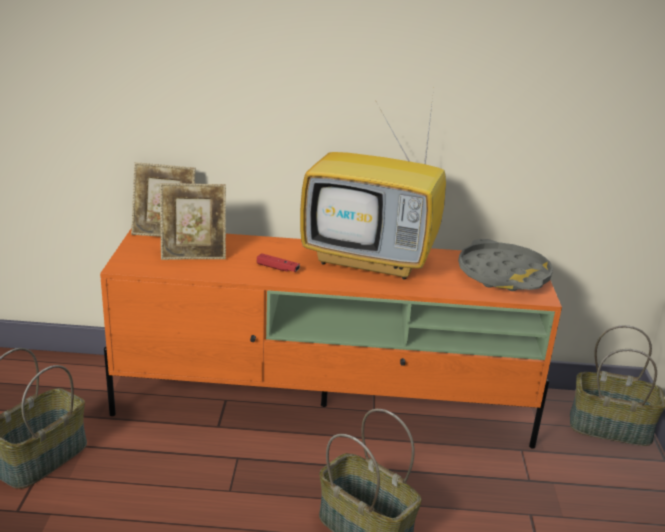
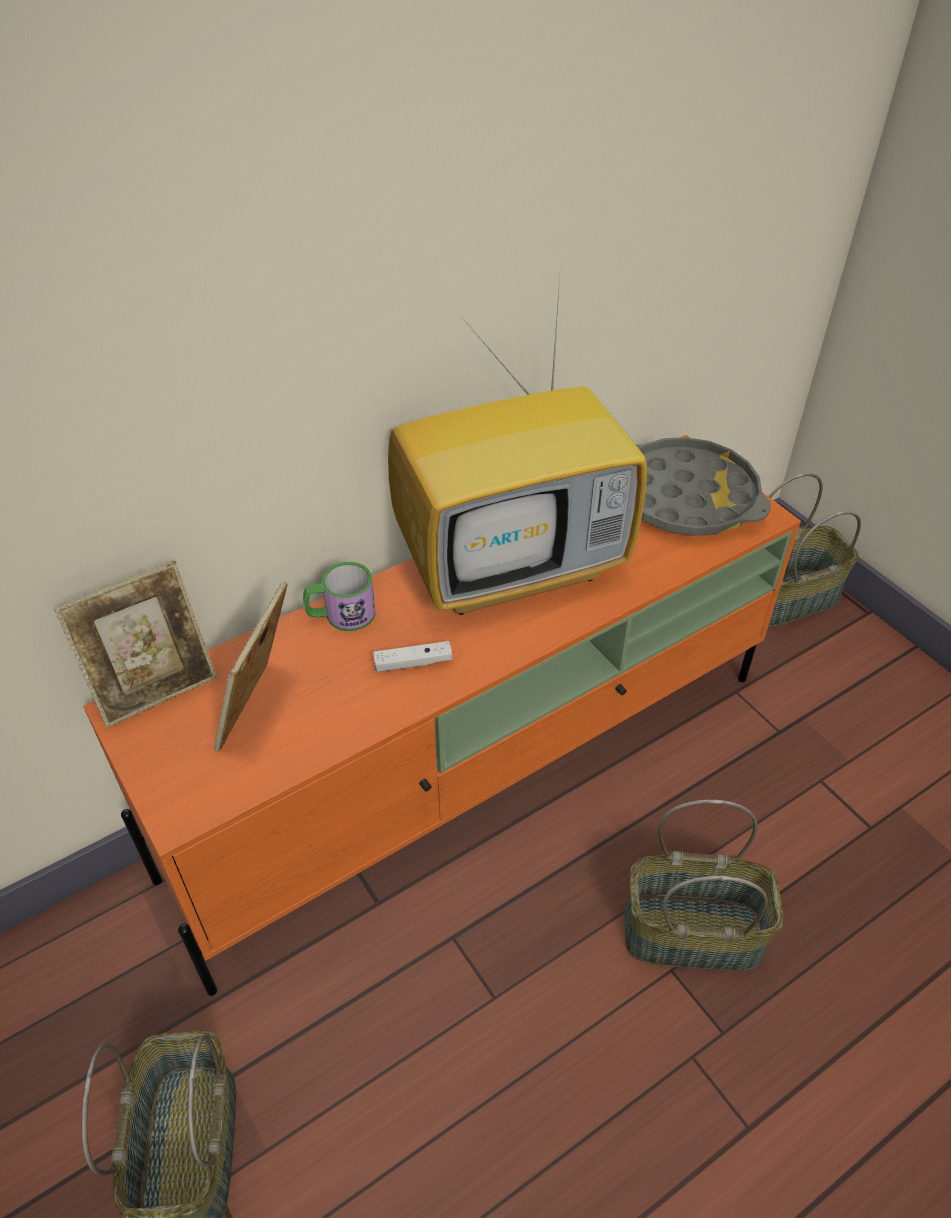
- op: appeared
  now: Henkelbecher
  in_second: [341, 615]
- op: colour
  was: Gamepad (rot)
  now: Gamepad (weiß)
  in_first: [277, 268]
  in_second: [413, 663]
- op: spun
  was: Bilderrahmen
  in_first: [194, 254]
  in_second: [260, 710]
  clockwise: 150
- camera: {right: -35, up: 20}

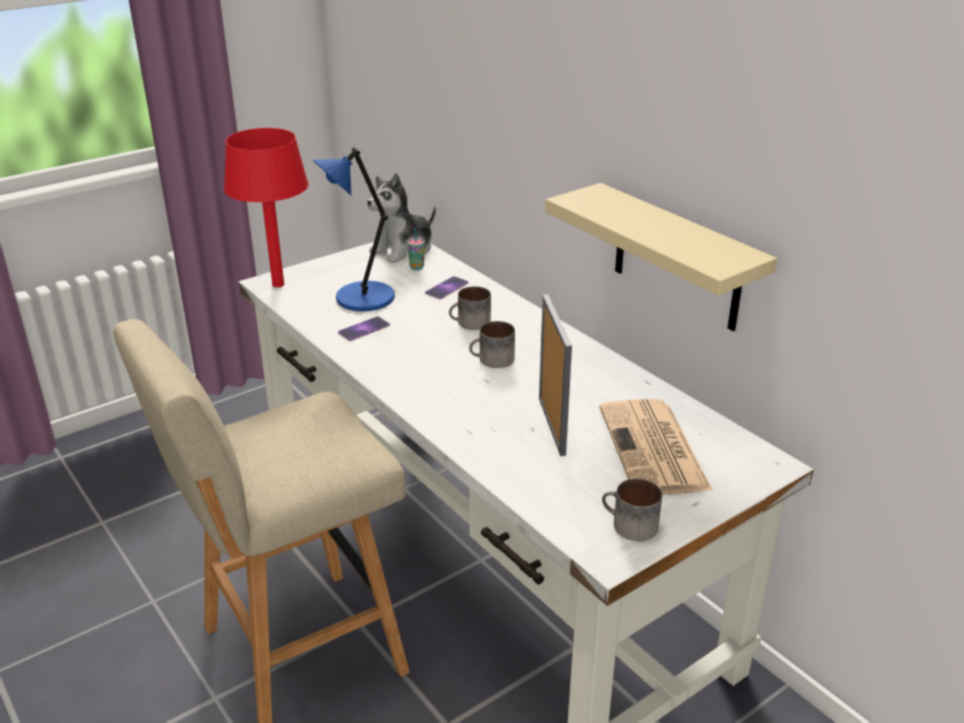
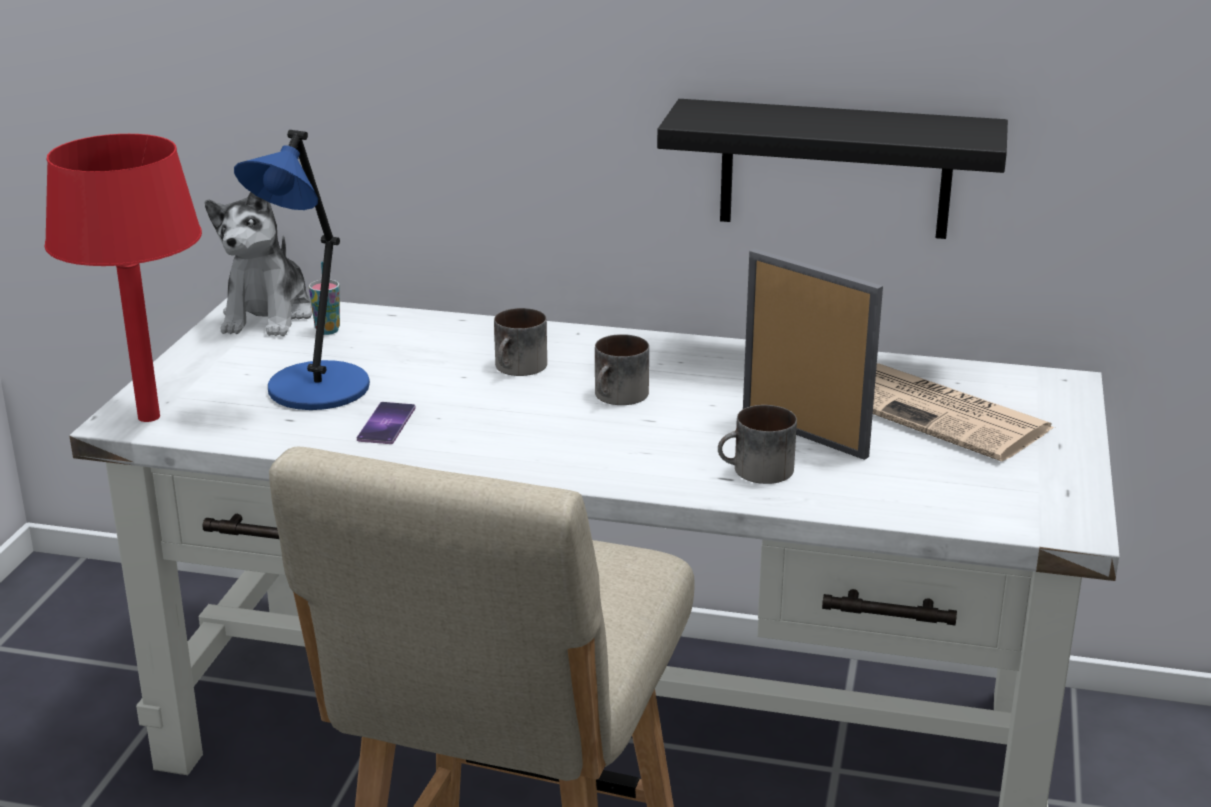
- op: missing
  was: Handy
  in_first: [447, 288]
- op: relocated
  was: Henkelbecher
  in_first: [628, 526]
  in_second: [756, 472]
- op: colour
  was: Wandregal (beige)
  now: Wandregal (schwarz)
  in_first: [677, 258]
  in_second: [835, 169]
- camera: {right: -40, up: -5}

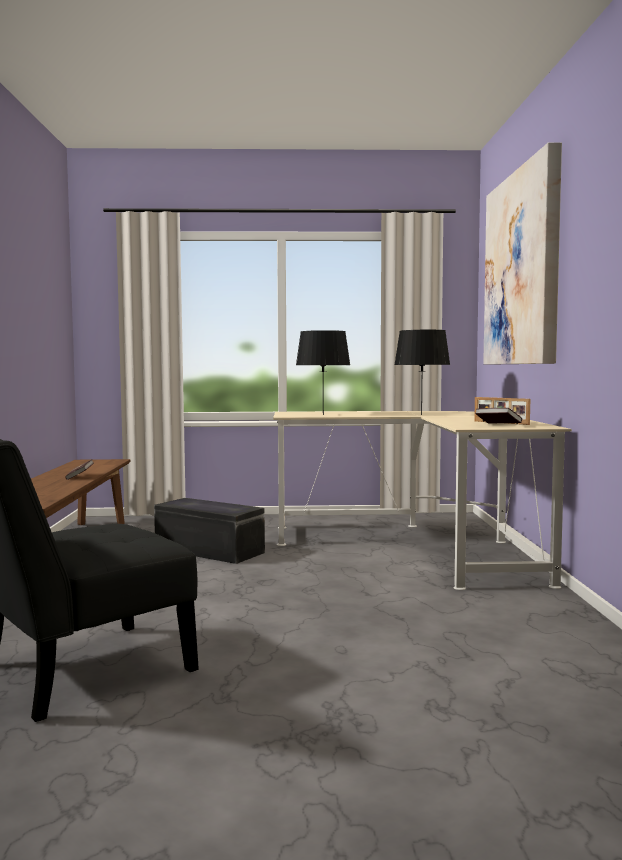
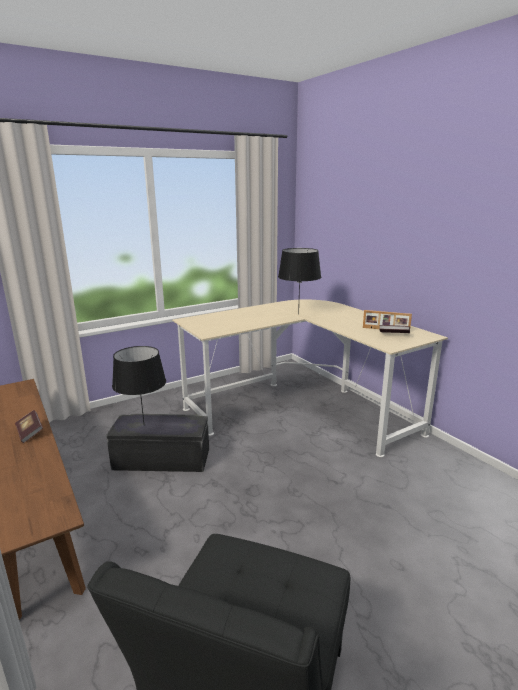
- op: missing
  was: Bild
  in_first: [523, 269]
- op: relocated
  was: Tischlampe (schwarz)
  in_first: [323, 414]
  in_second: [144, 425]
- camera: {right: -30, up: 15}

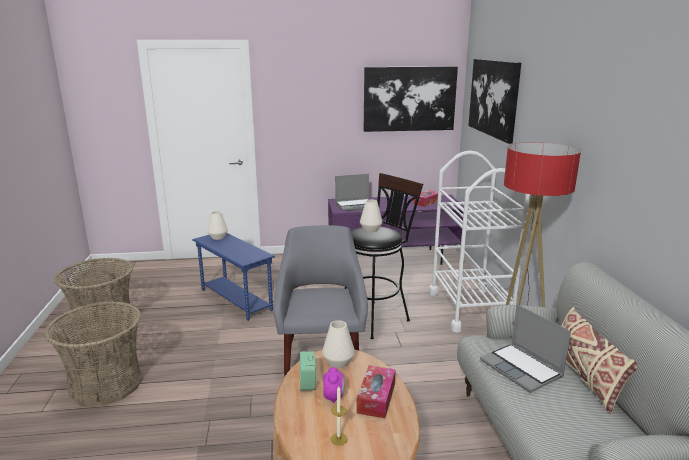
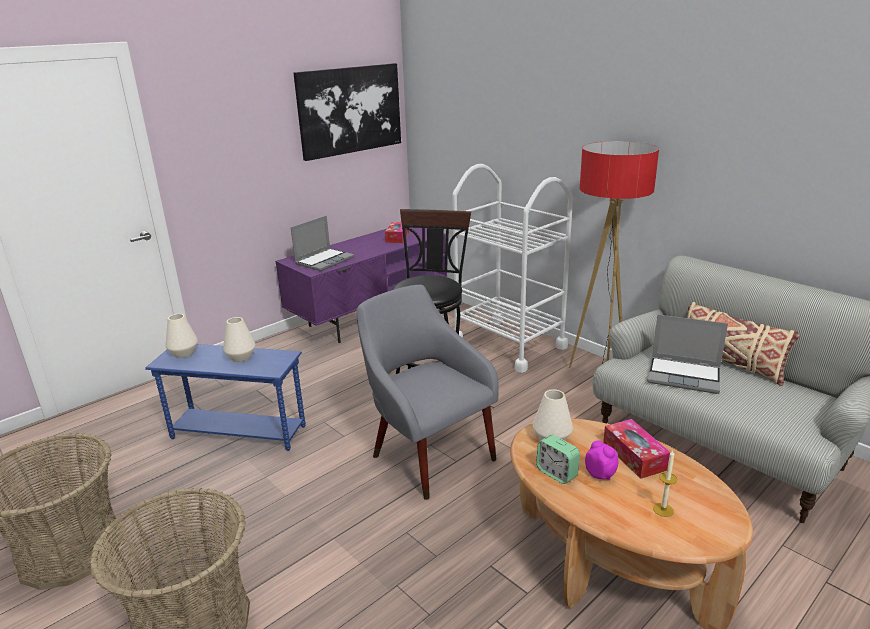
- op: missing
  was: Bild
  in_first: [493, 98]
- op: relocated
  was: Vase (weiß)
  in_first: [371, 229]
  in_second: [241, 357]
- camera: {right: -35, up: 5}

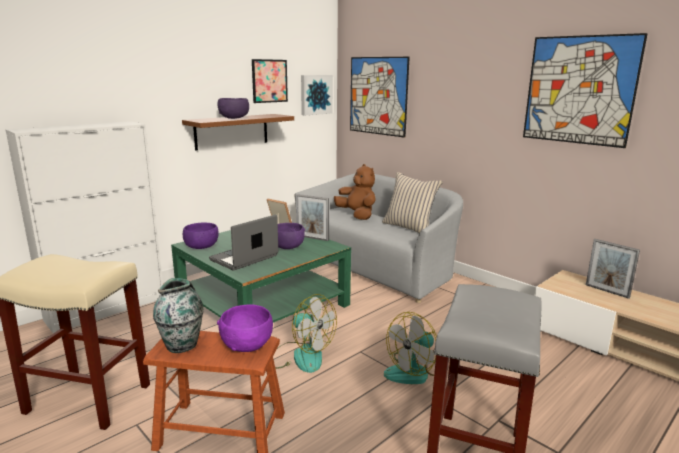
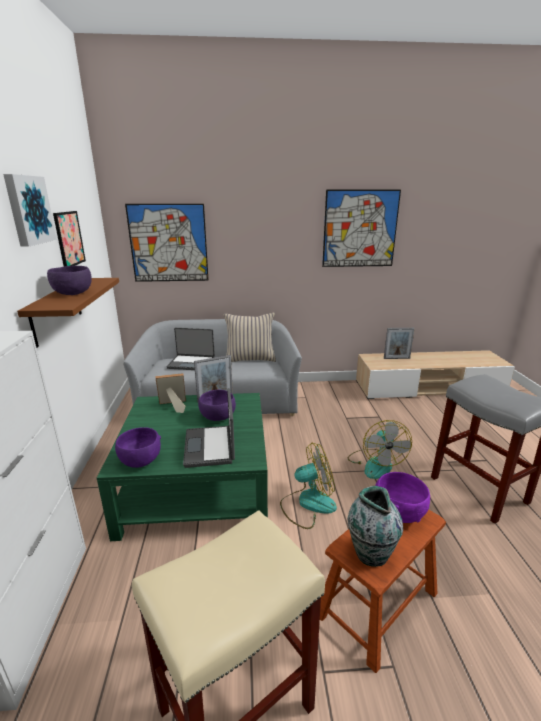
- op: relocated
  was: Bild
  in_first: [315, 94]
  in_second: [28, 210]
- op: exchanged
  was: Plüschtier (braun)
  now: Laptop
  in_first: [357, 215]
  in_second: [191, 363]
- camera: {right: -50, up: 5}

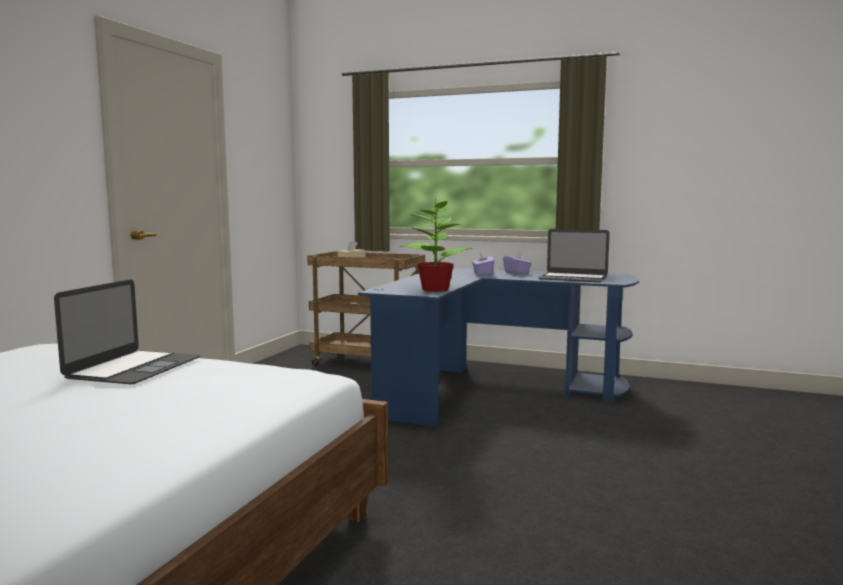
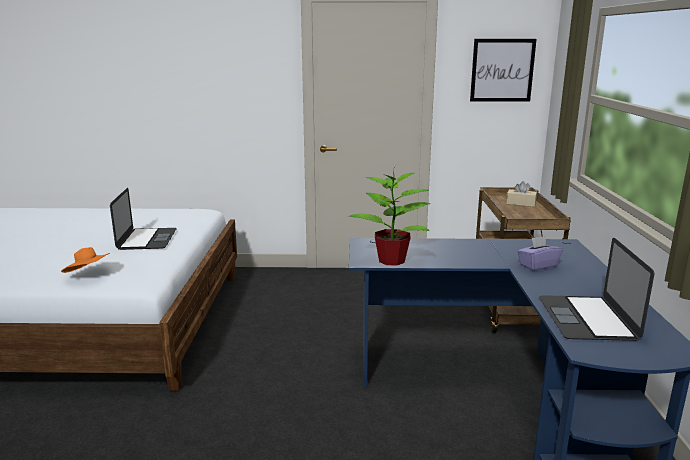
- op: missing
  was: Taschentuchbox (lila)
  in_first: [517, 273]
- op: appeared
  now: Hut (orange)
  in_second: [88, 274]
- op: appeared
  now: Bild
  in_second: [502, 70]
- op: spun
  was: Laptop
  in_first: [134, 367]
  in_second: [147, 239]
  clockwise: -90
- camera: {right: 70, up: 10}

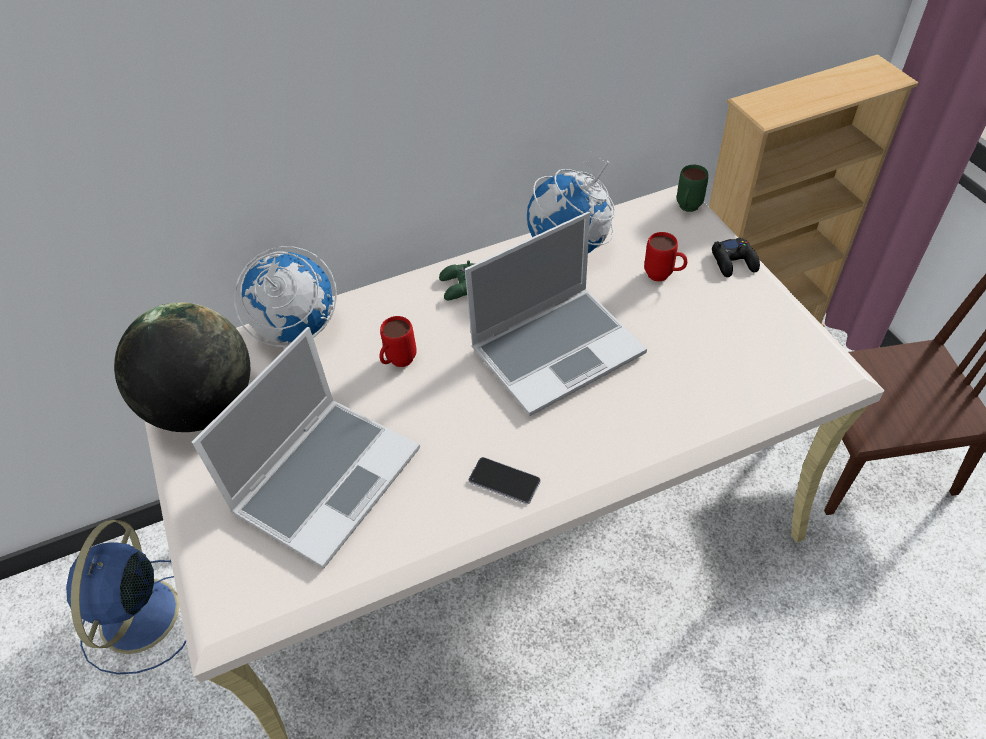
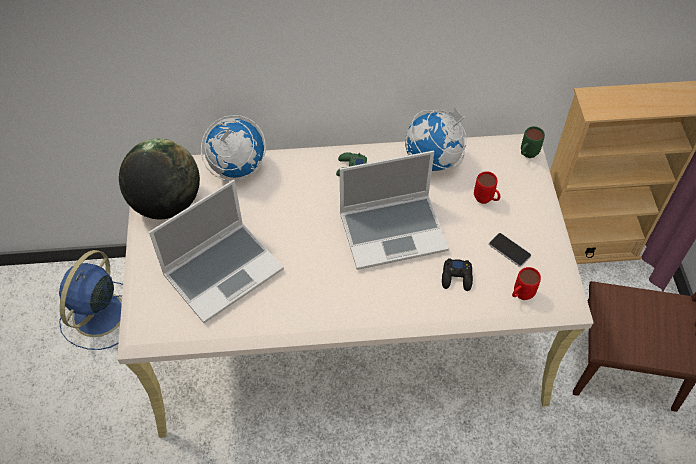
- op: relocated
  was: Henkelbecher (rot)
  in_first: [398, 363]
  in_second: [520, 296]
- op: relocated
  was: Handy
  in_first: [504, 481]
  in_second: [509, 250]
- op: relocated
  was: Gamepad (schwarz)
  in_first: [734, 262]
  in_second: [457, 277]
- camera: {right: 15, up: 5}

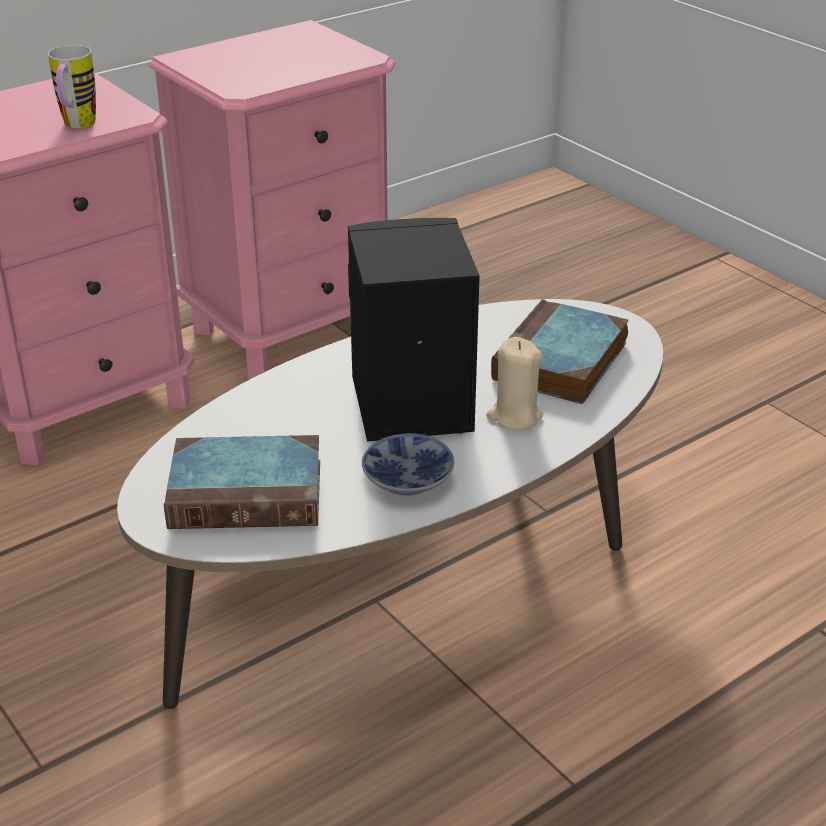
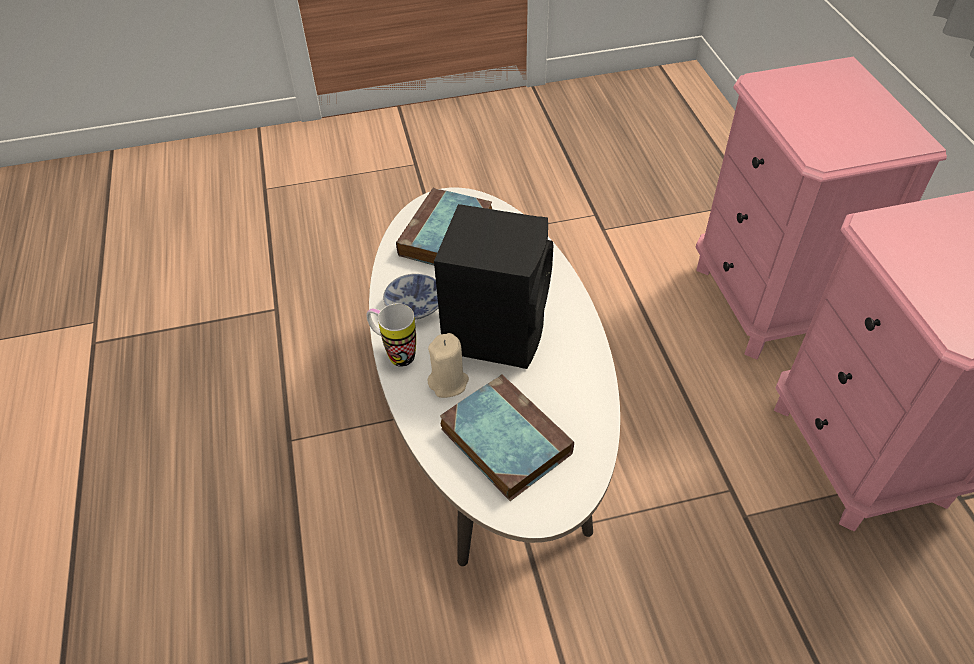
- op: relocated
  was: Henkelbecher
  in_first: [77, 126]
  in_second: [394, 353]
- camera: {right: 115, up: 15}

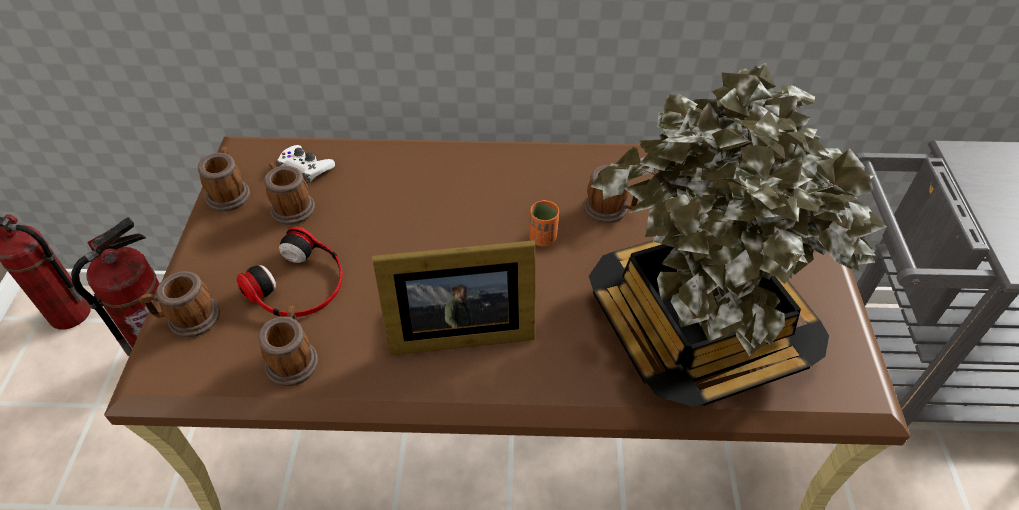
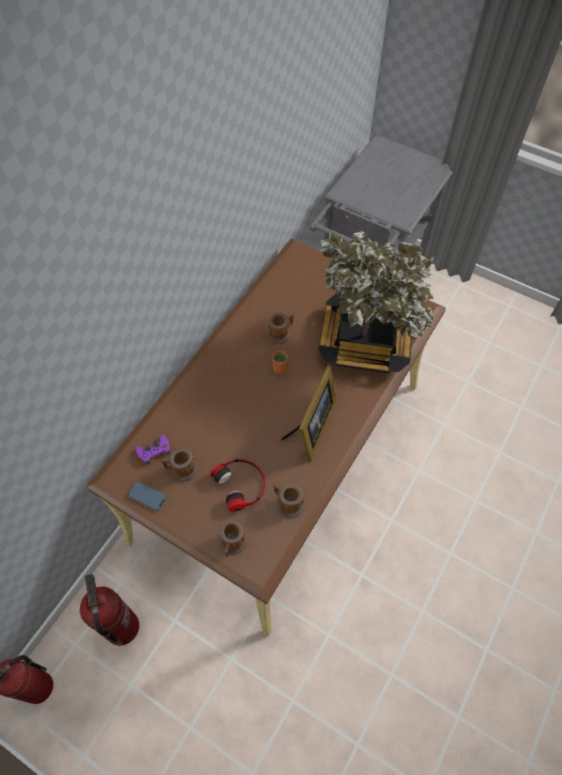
- op: exchanged
  was: Henkelbecher
  now: Handy
  in_first: [229, 193]
  in_second: [147, 497]
- op: colour
  was: Gamepad (weiß)
  now: Gamepad (lila)
  in_first: [306, 167]
  in_second: [154, 451]
- camera: {right: -60, up: 10}

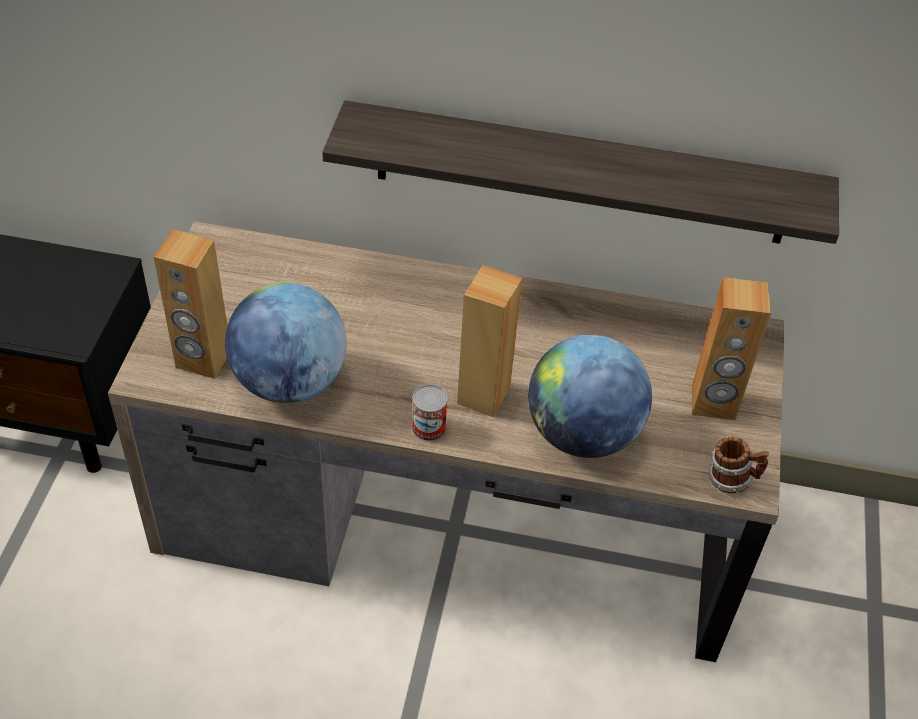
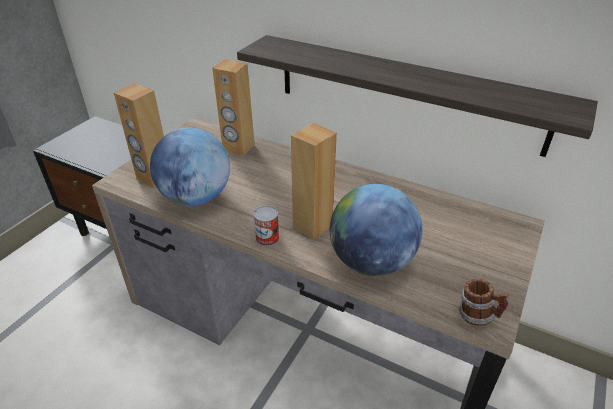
- op: relocated
  was: Lautsprecher (braun)
  in_first: [713, 403]
  in_second: [238, 148]
- camera: {right: 20, up: -10}

